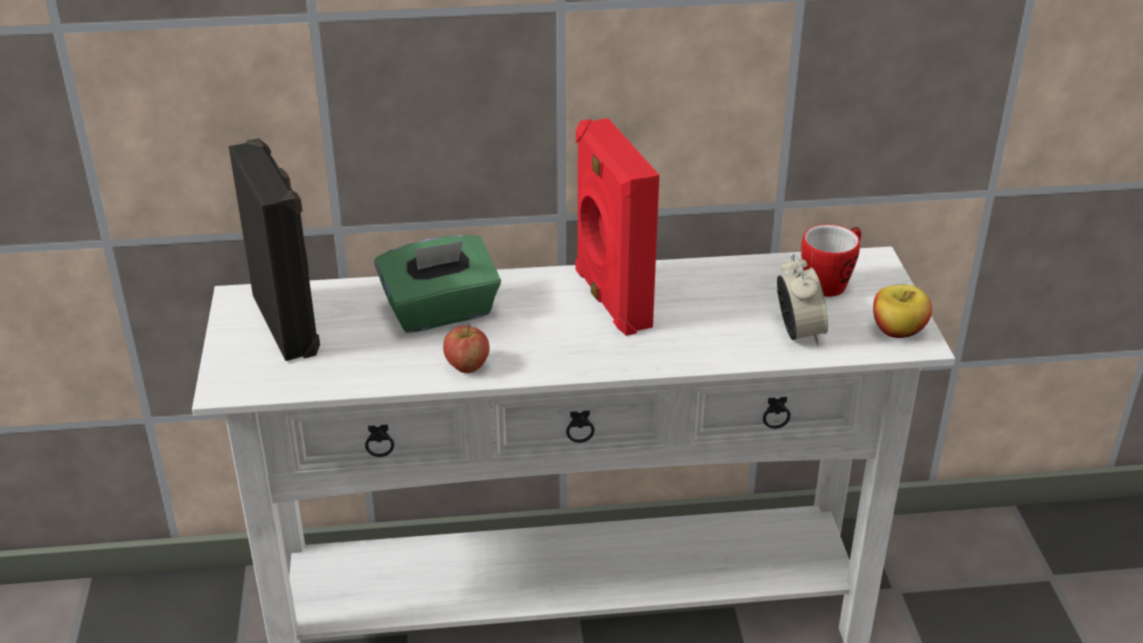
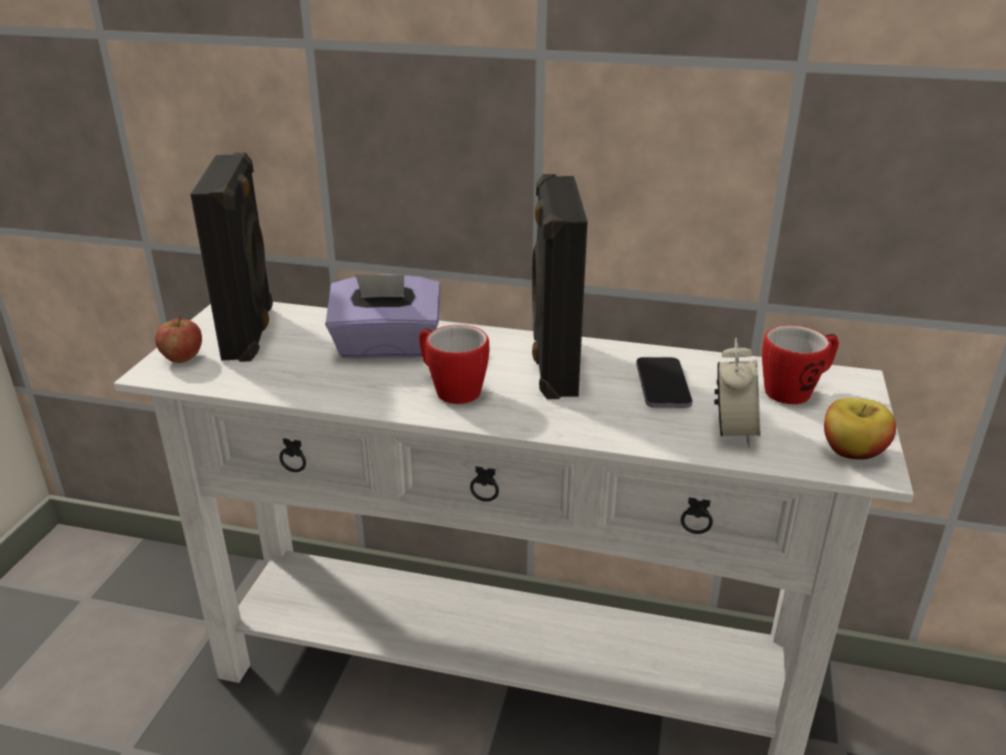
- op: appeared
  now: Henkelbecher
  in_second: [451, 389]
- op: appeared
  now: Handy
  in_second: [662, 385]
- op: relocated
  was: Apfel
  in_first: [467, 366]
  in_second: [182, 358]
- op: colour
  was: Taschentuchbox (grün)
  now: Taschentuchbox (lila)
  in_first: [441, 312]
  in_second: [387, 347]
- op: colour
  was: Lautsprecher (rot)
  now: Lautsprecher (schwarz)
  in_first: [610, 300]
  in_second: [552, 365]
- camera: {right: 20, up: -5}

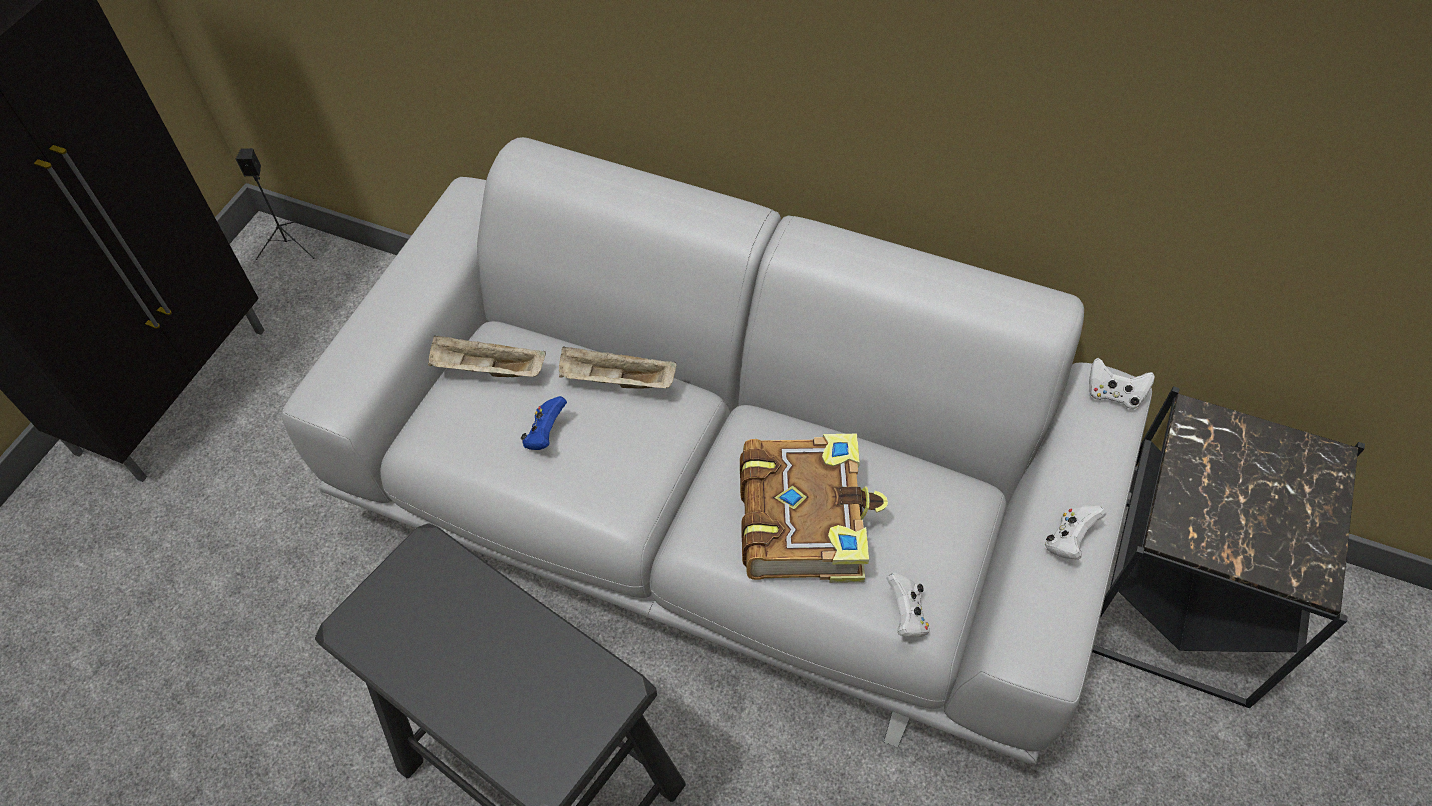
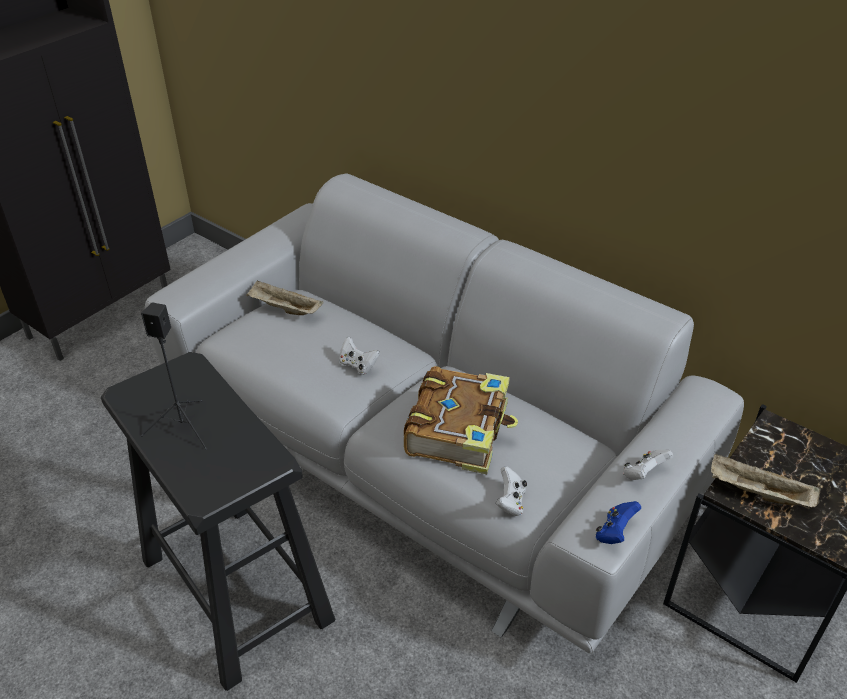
- op: relocated
  was: Lautsprecher (schwarz)
  in_first: [289, 246]
  in_second: [184, 428]
- op: relocated
  was: Gamepad (blau)
  in_first: [545, 434]
  in_second: [614, 532]
- op: relocated
  was: Tablett (beige)
  in_first: [616, 381]
  in_second: [757, 493]
- op: relocated
  was: Gamepad (weiß)
  in_first: [1113, 394]
  in_second: [358, 365]
- camera: {right: 15, up: -15}

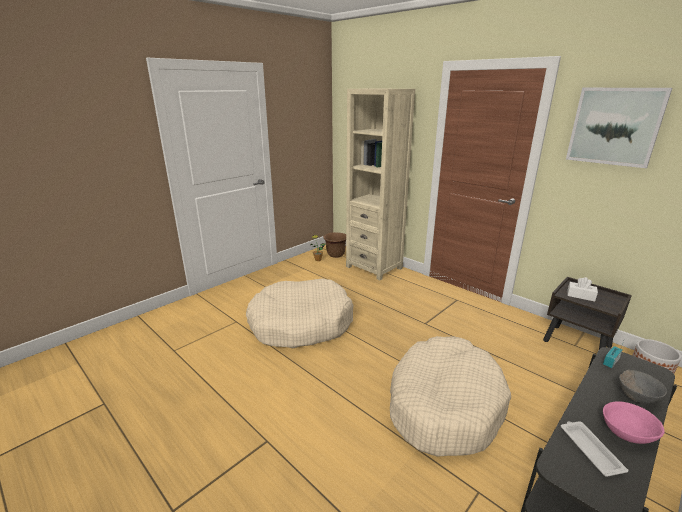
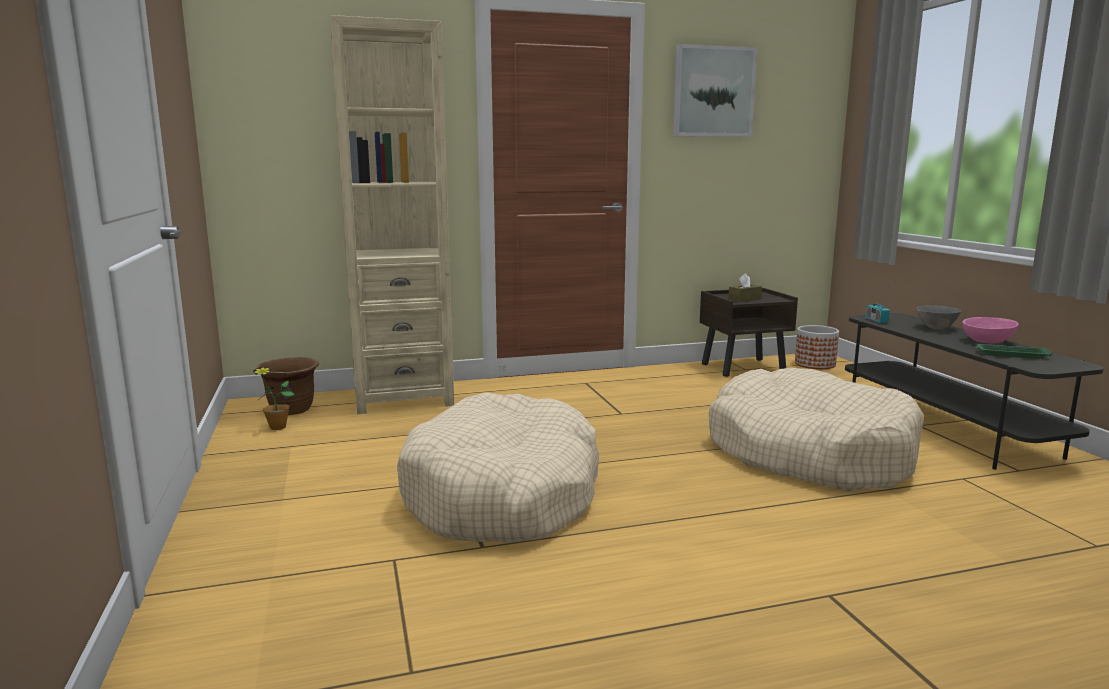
- op: colour
  was: Tablett (weiß)
  now: Tablett (grün)
  in_first: [589, 449]
  in_second: [1010, 354]
- op: colour
  was: Taschentuchbox (weiß)
  now: Taschentuchbox (braun)
  in_first: [580, 296]
  in_second: [744, 299]
- camera: {right: -60, up: -10}

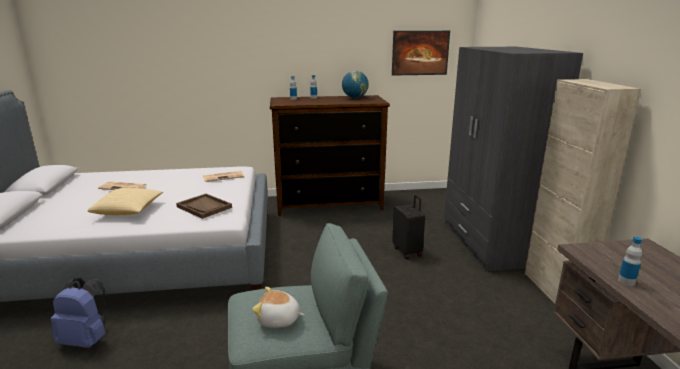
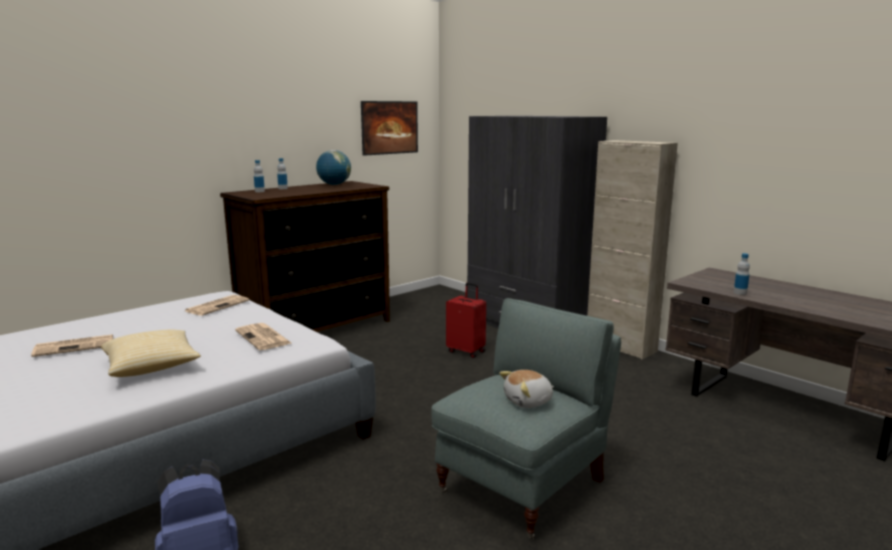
- op: exchanged
  was: Tablett (braun)
  now: Zeitung
  in_first: [204, 207]
  in_second: [264, 337]
- op: colour
  was: Koffer (schwarz)
  now: Koffer (rot)
  in_first: [408, 251]
  in_second: [466, 351]
- camera: {right: -35, up: -5}

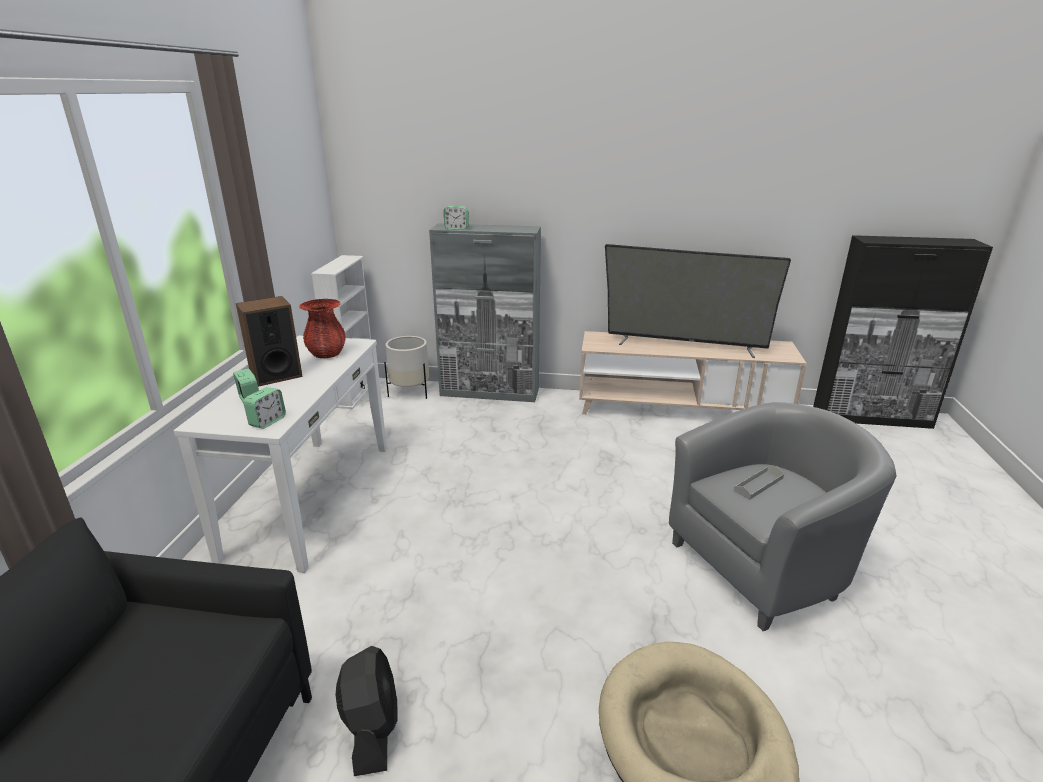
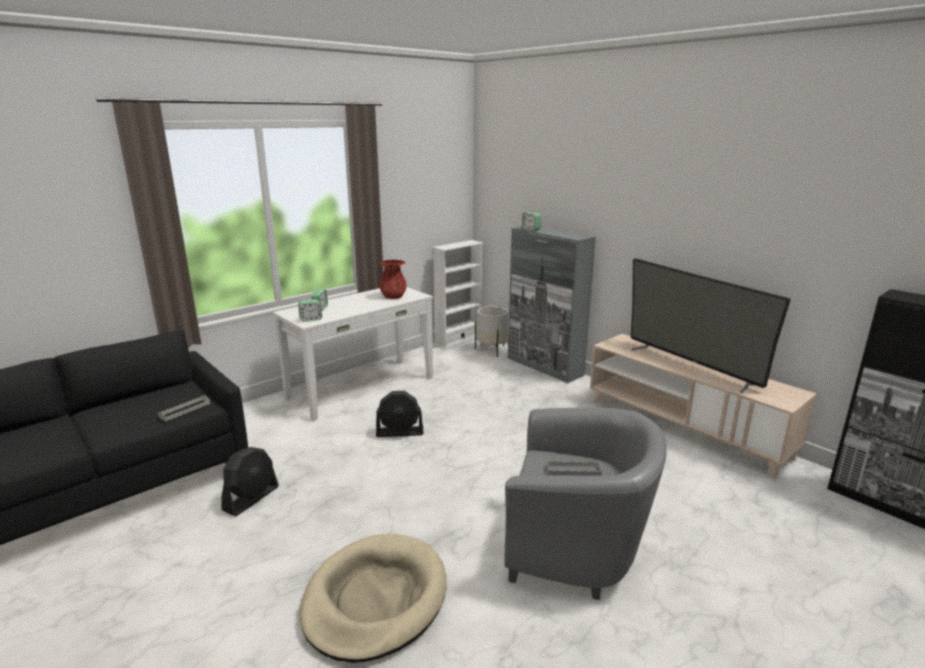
- op: missing
  was: Lautsprecher
  in_first: [276, 375]
- op: appeared
  now: Tablett (grau)
  in_second: [185, 410]
- op: appeared
  now: Ventilator (schwarz)
  in_second: [400, 432]
- camera: {right: 40, up: -5}

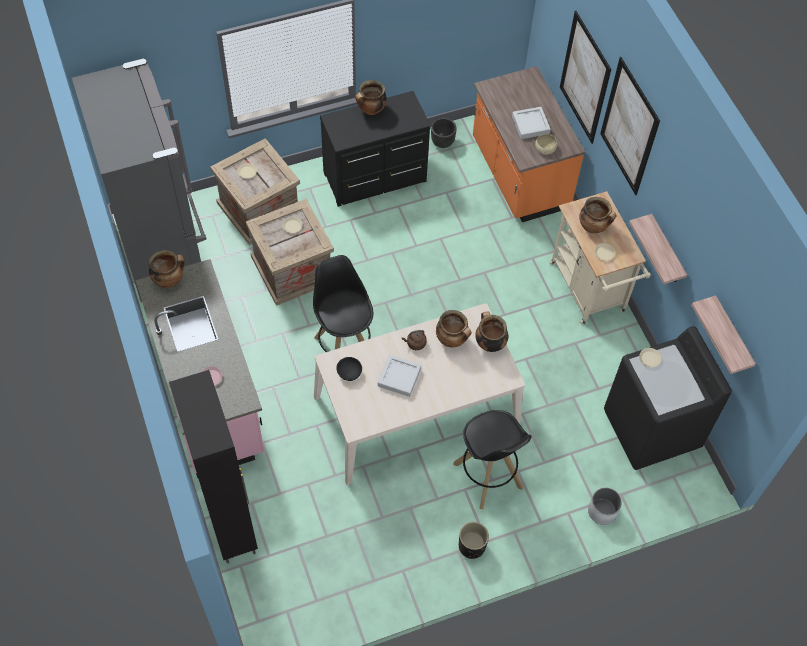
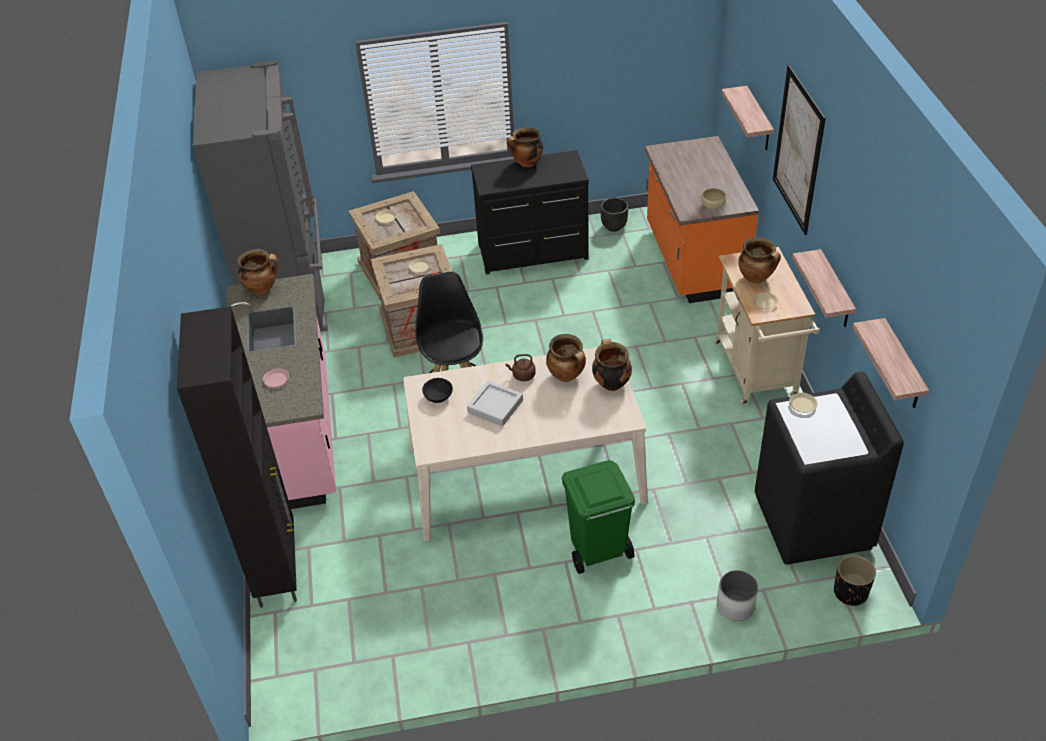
- op: missing
  was: Tablett (grau)
  in_first: [530, 125]
- op: relocated
  was: Pflanzkübel (schwarz)
  in_first: [471, 546]
  in_second: [850, 592]
- op: exchanged
  was: Hocker (schwarz)
  now: Mülleimer (grün)
  in_first: [488, 476]
  in_second: [597, 551]
- op: exchanged
  was: Bild
  now: Wandregal
  in_first: [584, 78]
  in_second: [758, 120]
- camera: {right: 15, up: -15}

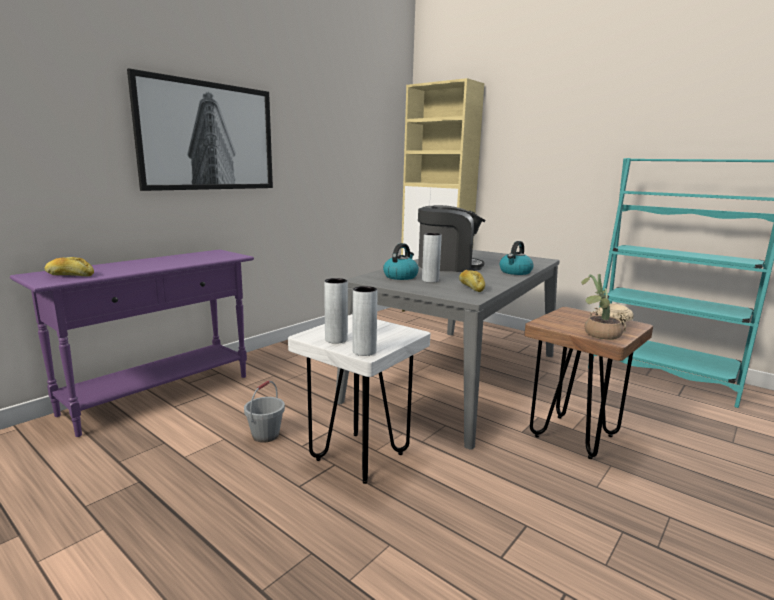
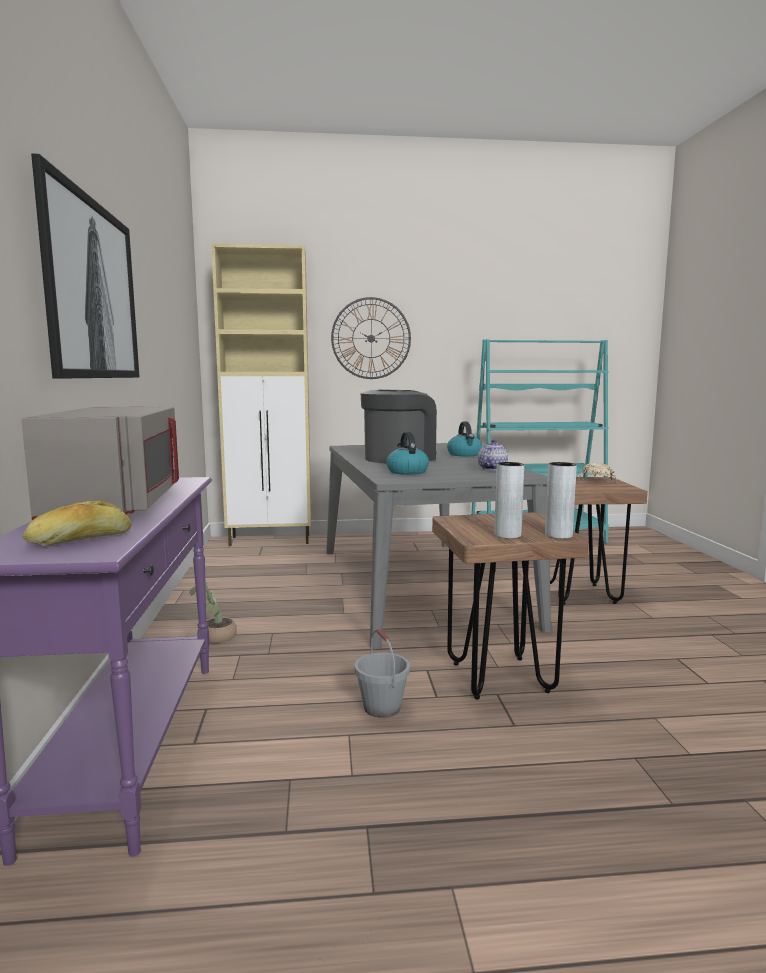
- op: missing
  was: Vase (grau)
  in_first: [430, 280]
- op: appeared
  now: Mikrowelle (grau)
  in_second: [119, 505]
- op: appeared
  now: Wanduhr
  in_second: [371, 338]
- op: relocated
  was: Topfpflanze
  in_first: [598, 335]
  in_second: [215, 639]
- op: exchanged
  was: Brot
  now: Teekanne
  in_first: [471, 287]
  in_second: [492, 468]
- op: colour
  was: Hocker (weiß)
  now: Hocker (braun)
  in_first: [359, 457]
  in_second: [499, 677]
- camera: {right: -45, up: -5}

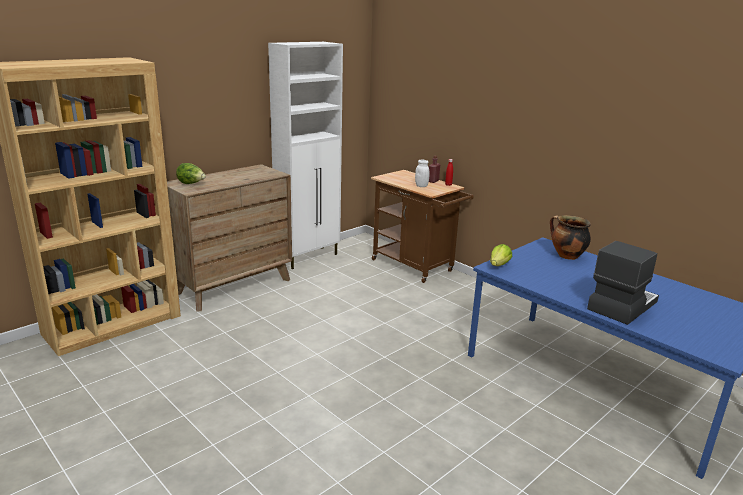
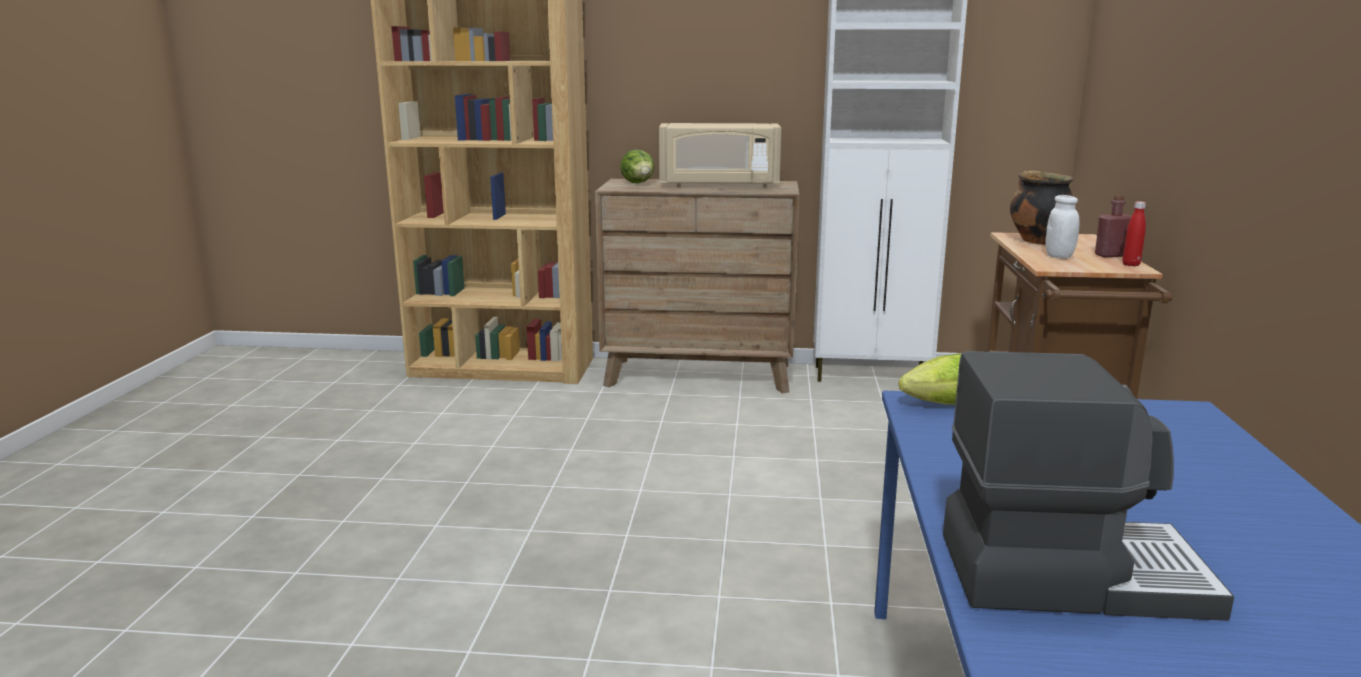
- op: appeared
  now: Mikrowelle (beige)
  in_second: [719, 185]
- op: relocated
  was: Kochtopf
  in_first: [566, 256]
  in_second: [1037, 241]
- camera: {right: 50, up: -5}

